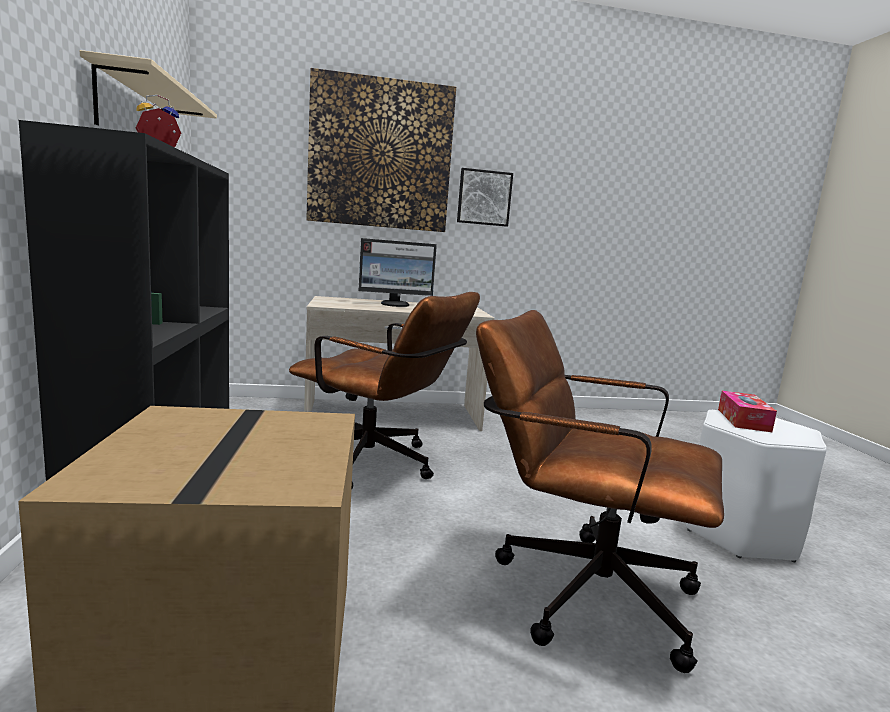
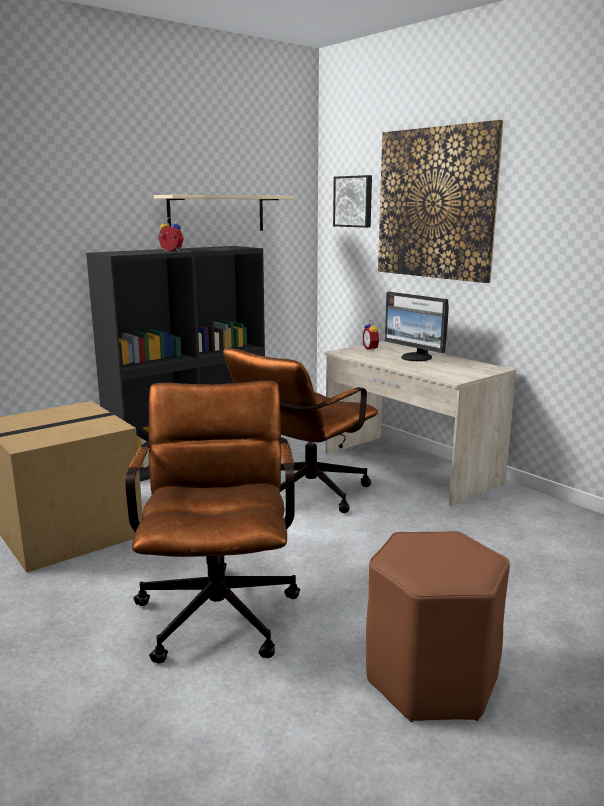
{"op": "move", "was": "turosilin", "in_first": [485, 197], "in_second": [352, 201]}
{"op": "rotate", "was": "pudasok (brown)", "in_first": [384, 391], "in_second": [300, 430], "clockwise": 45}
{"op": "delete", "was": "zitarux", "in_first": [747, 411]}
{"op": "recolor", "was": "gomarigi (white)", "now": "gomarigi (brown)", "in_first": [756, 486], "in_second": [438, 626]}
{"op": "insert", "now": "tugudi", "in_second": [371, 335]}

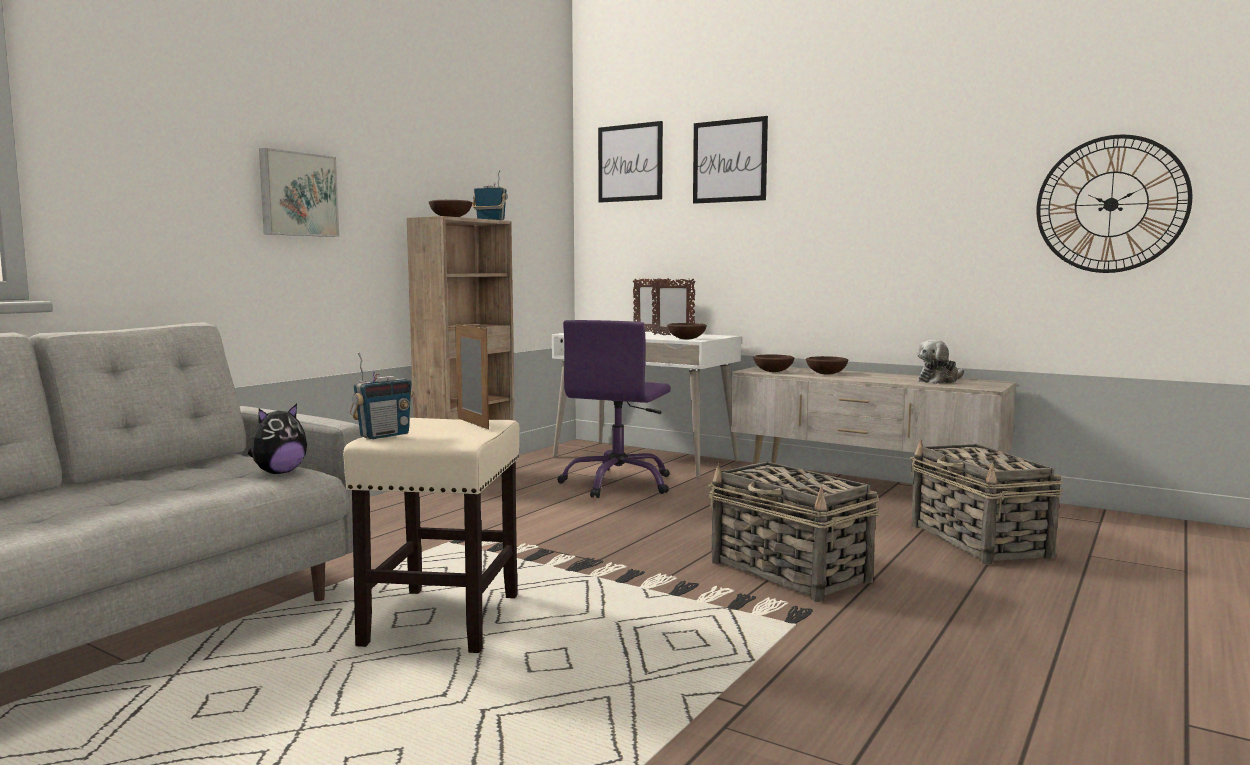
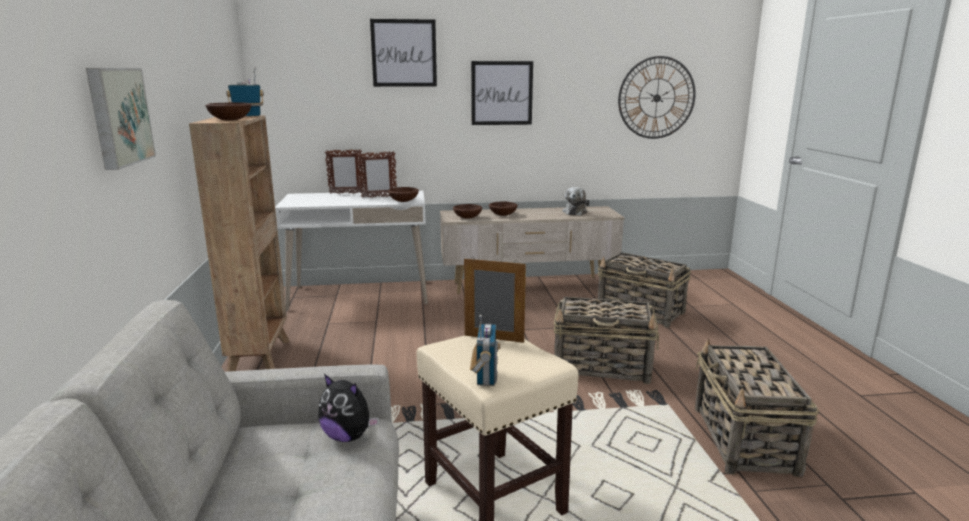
{"op": "move", "was": "turosilin", "in_first": [630, 162], "in_second": [502, 93]}
{"op": "delete", "was": "pudasok (purple)", "in_first": [614, 409]}
{"op": "rotate", "was": "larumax", "in_first": [277, 439], "in_second": [348, 408], "clockwise": 120}
{"op": "insert", "now": "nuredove", "in_second": [757, 408]}

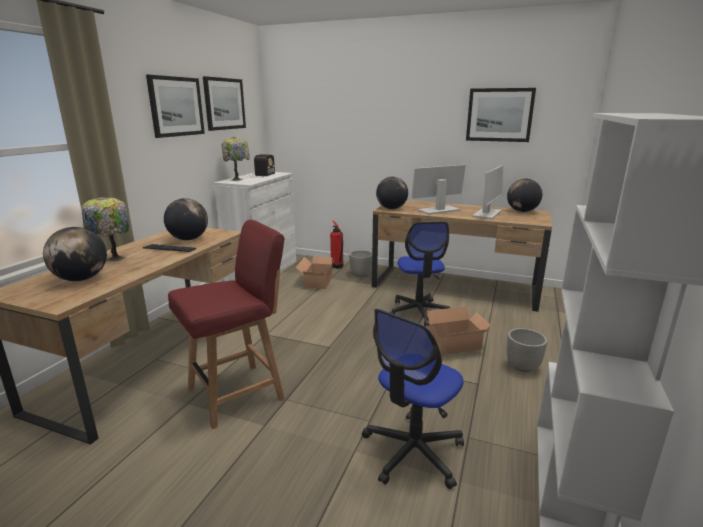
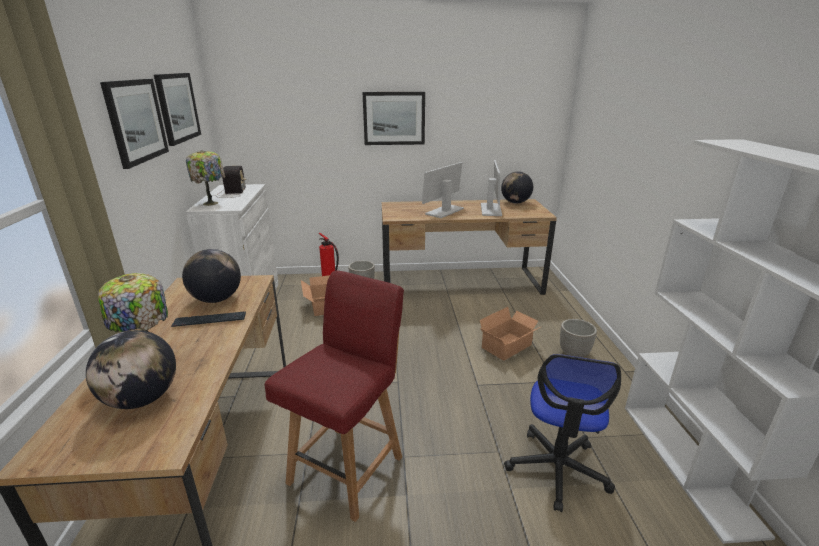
{"op": "move", "was": "turosilin", "in_first": [501, 115], "in_second": [393, 118]}
{"op": "delete", "was": "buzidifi", "in_first": [392, 193]}
{"op": "delete", "was": "pudasok", "in_first": [419, 273]}

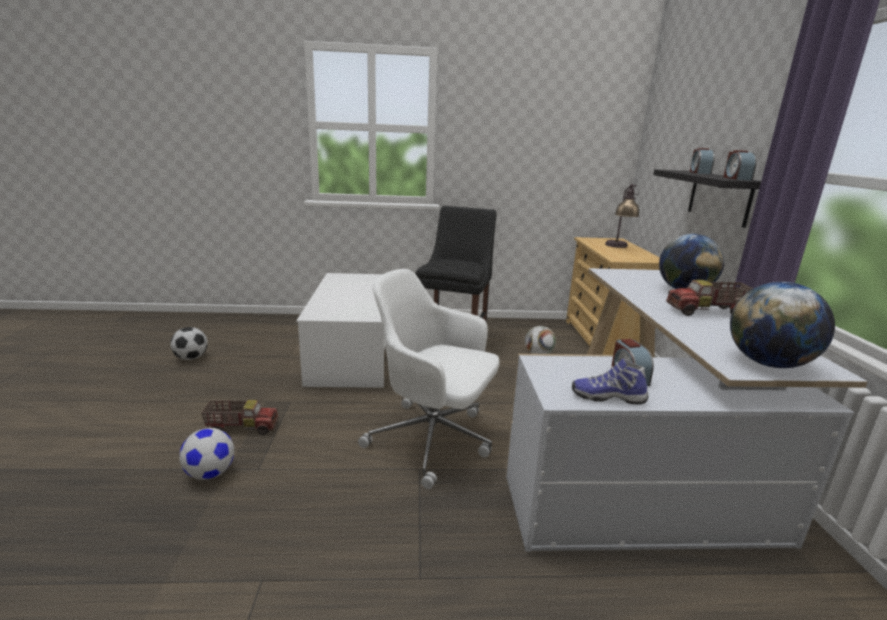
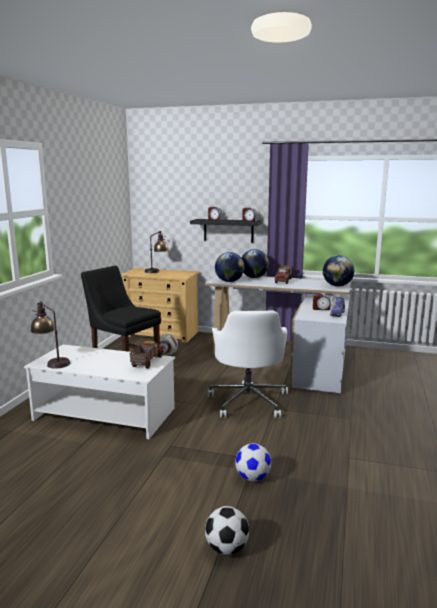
{"op": "rotate", "was": "pudasok (white)", "in_first": [429, 379], "in_second": [248, 364], "clockwise": -45}
{"op": "move", "was": "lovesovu", "in_first": [189, 343], "in_second": [227, 530]}
{"op": "move", "was": "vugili", "in_first": [240, 417], "in_second": [146, 355]}
{"op": "insert", "now": "buzidifi", "in_second": [230, 267]}
{"op": "insert", "now": "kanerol", "in_second": [50, 335]}

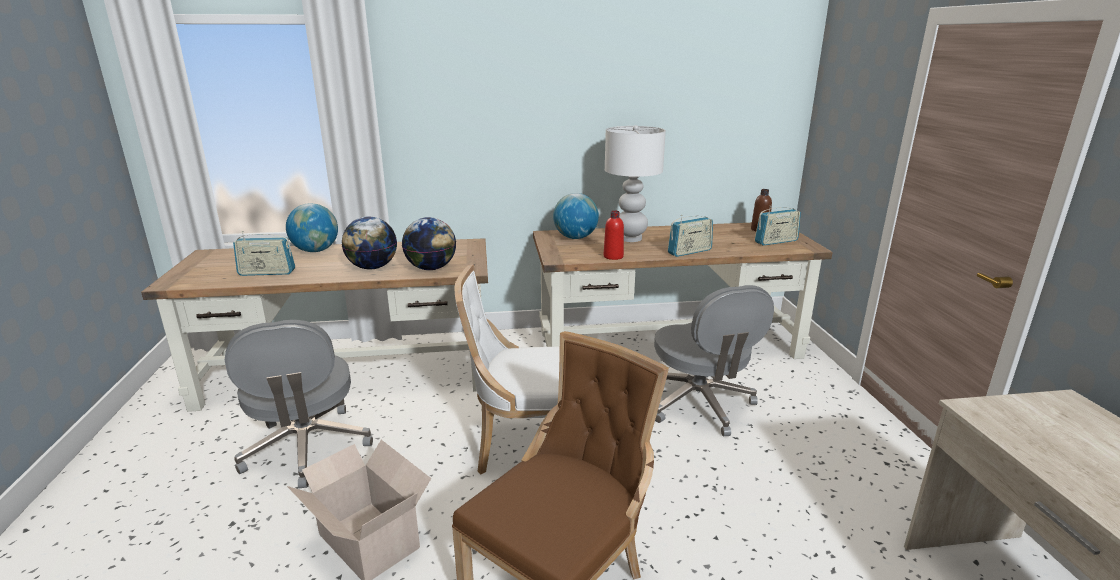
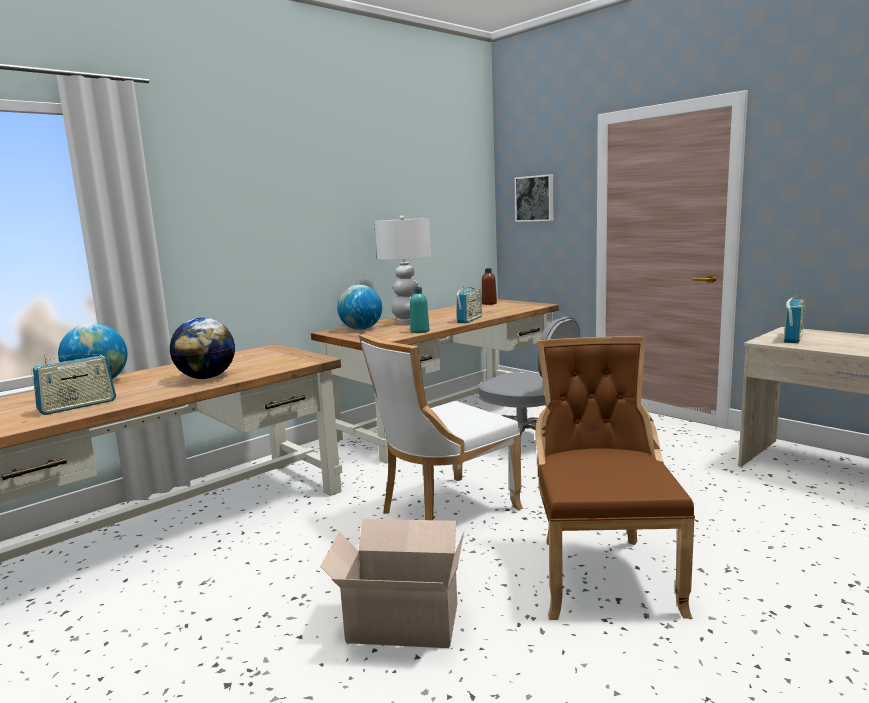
{"op": "move", "was": "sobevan", "in_first": [778, 225], "in_second": [794, 319]}
{"op": "recolor", "was": "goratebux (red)", "now": "goratebux (turquoise)", "in_first": [614, 235], "in_second": [419, 310]}
{"op": "delete", "was": "buzidifi", "in_first": [429, 243]}
{"op": "delete", "was": "pudasok (grey)", "in_first": [299, 404]}
{"op": "insert", "now": "turosilin", "in_second": [534, 198]}

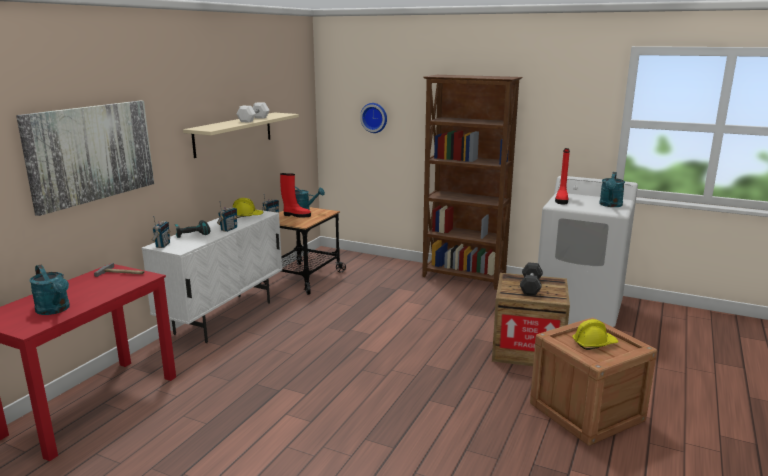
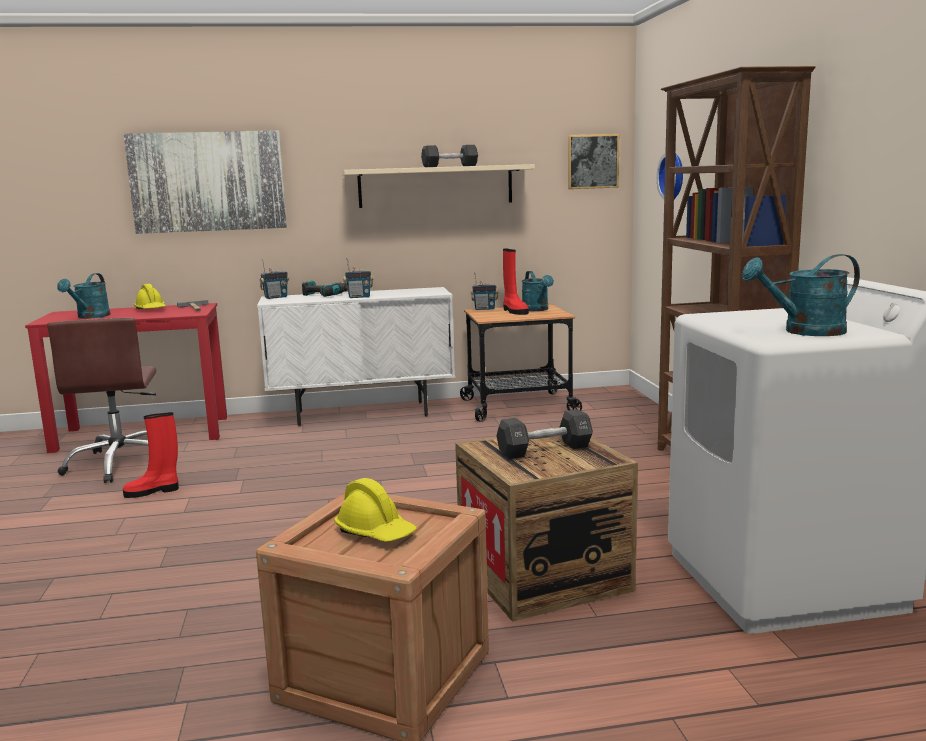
{"op": "recolor", "was": "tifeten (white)", "now": "tifeten (black)", "in_first": [253, 112], "in_second": [449, 156]}
{"op": "move", "was": "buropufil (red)", "in_first": [562, 176], "in_second": [151, 455]}
{"op": "move", "was": "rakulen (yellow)", "in_first": [248, 208], "in_second": [150, 296]}
{"op": "insert", "now": "turosilin", "in_second": [593, 161]}
{"op": "insert", "now": "pudasok (brown)", "in_second": [101, 400]}

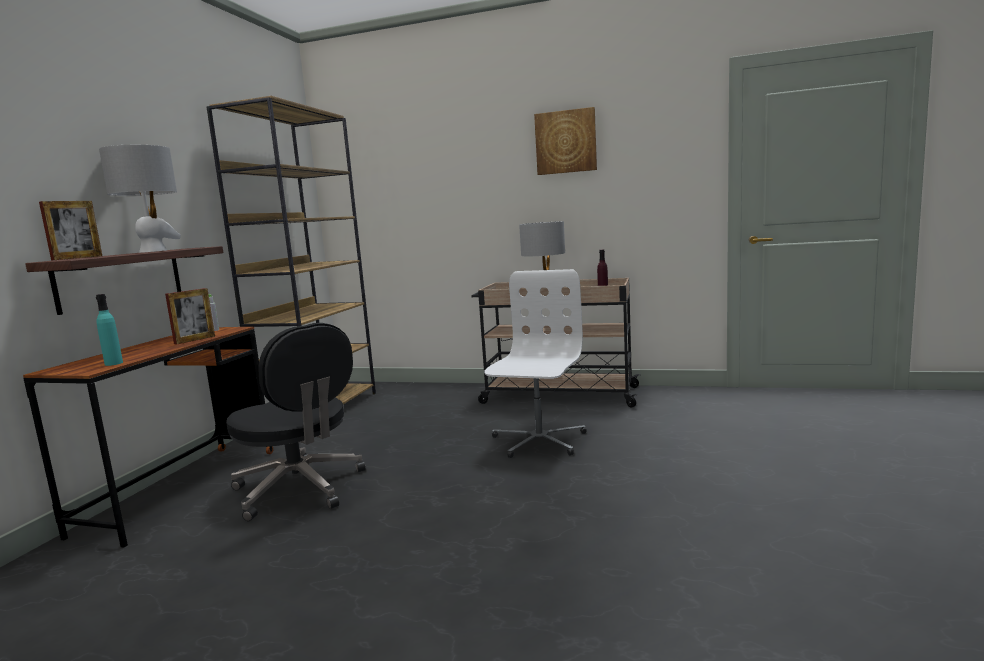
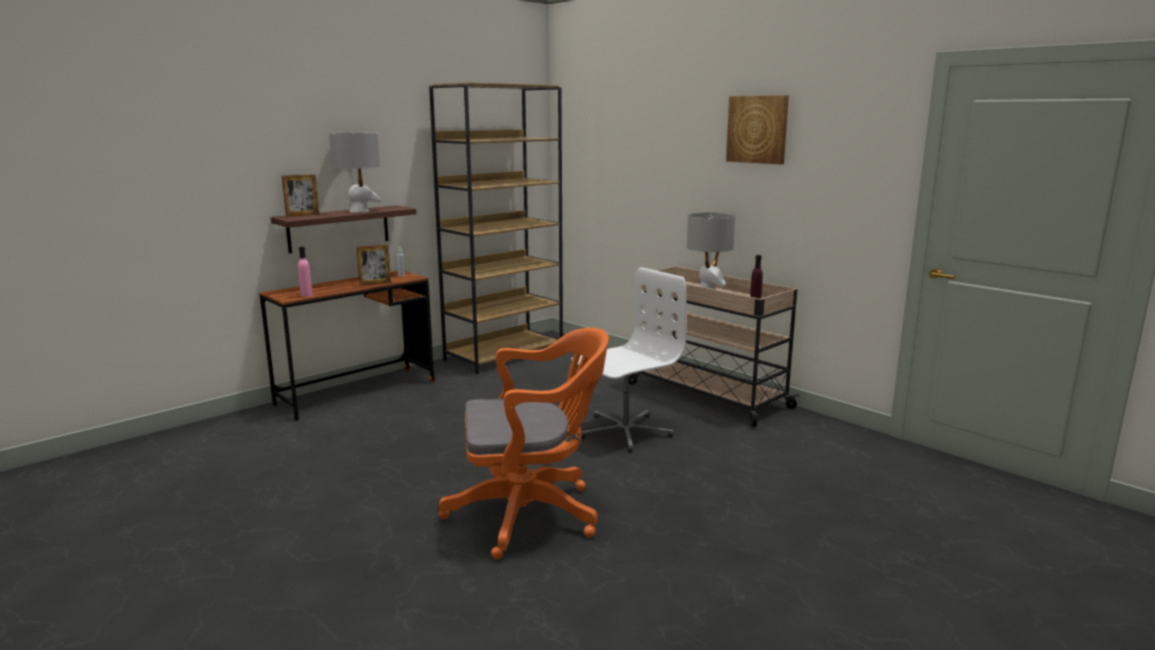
{"op": "recolor", "was": "goratebux (turquoise)", "now": "goratebux (pink)", "in_first": [109, 330], "in_second": [305, 271]}
{"op": "delete", "was": "pudasok (black)", "in_first": [295, 422]}
{"op": "insert", "now": "pudasok (orange)", "in_second": [524, 443]}

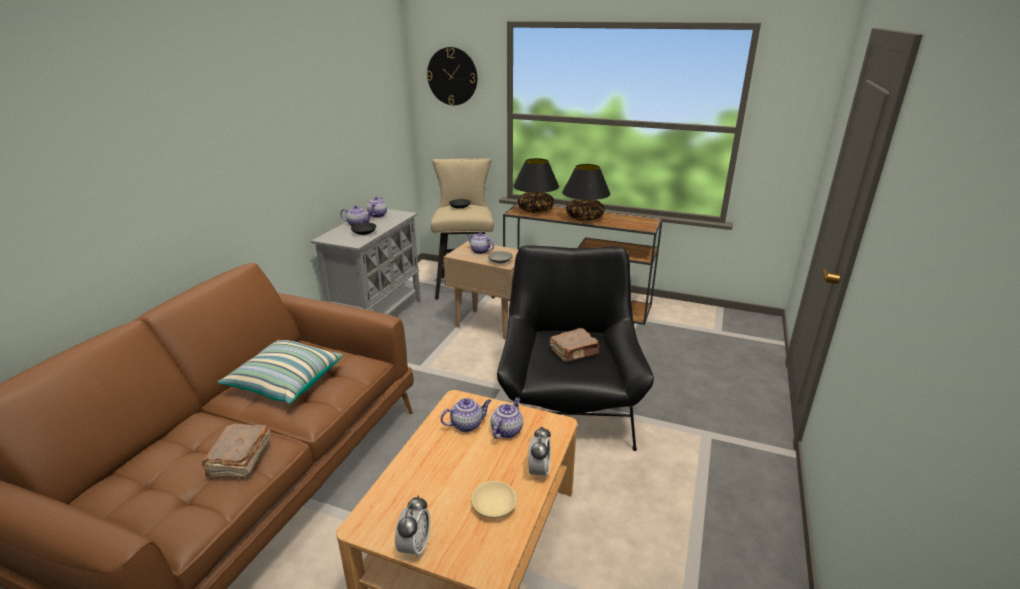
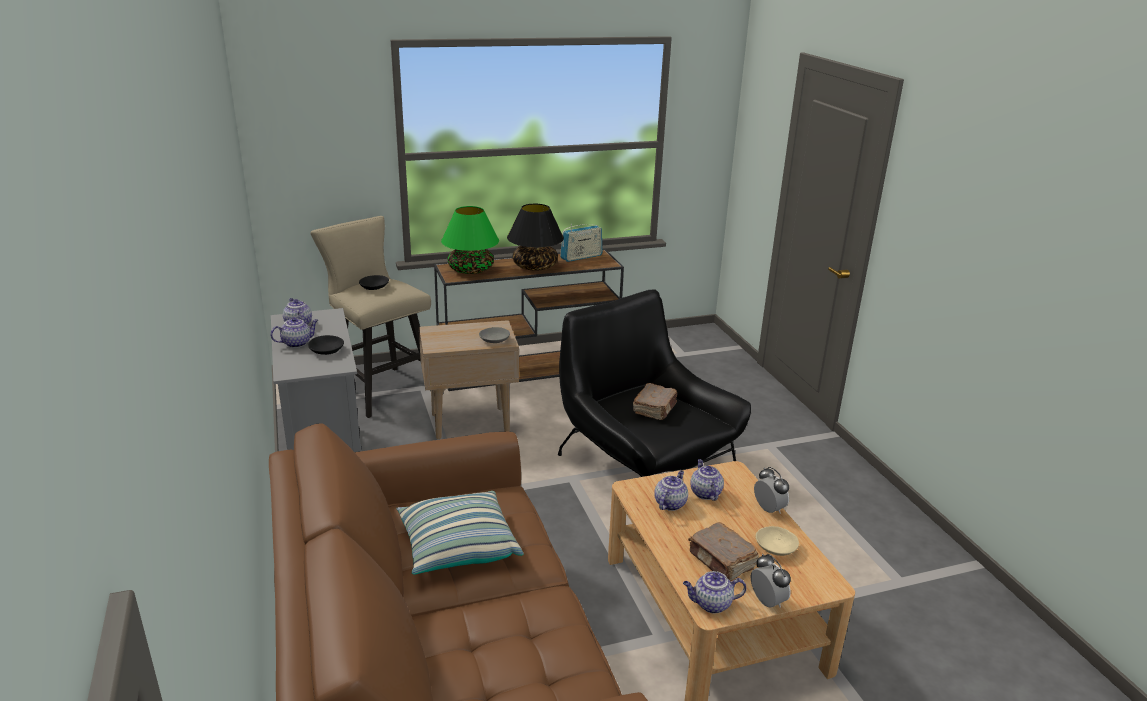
{"op": "delete", "was": "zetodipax", "in_first": [452, 76]}
{"op": "recolor", "was": "kanerol (black)", "now": "kanerol (green)", "in_first": [536, 185], "in_second": [470, 240]}
{"op": "move", "was": "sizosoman", "in_first": [480, 243], "in_second": [714, 592]}
{"op": "move", "was": "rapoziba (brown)", "in_first": [236, 451], "in_second": [723, 551]}
{"op": "insert", "now": "sobevan", "in_second": [581, 243]}

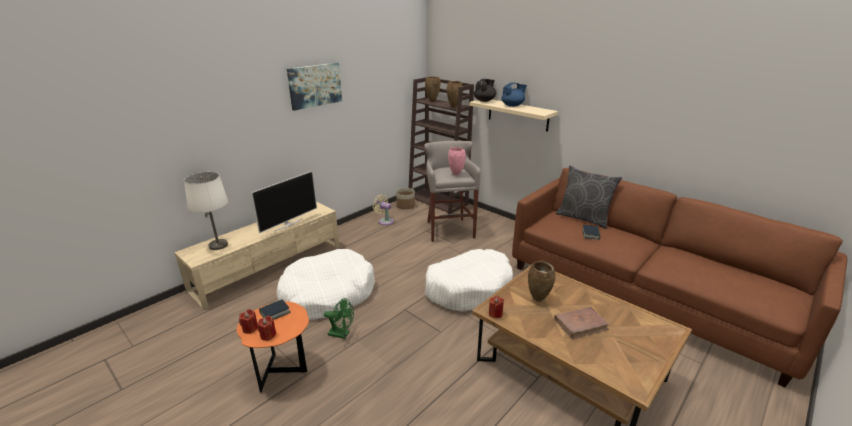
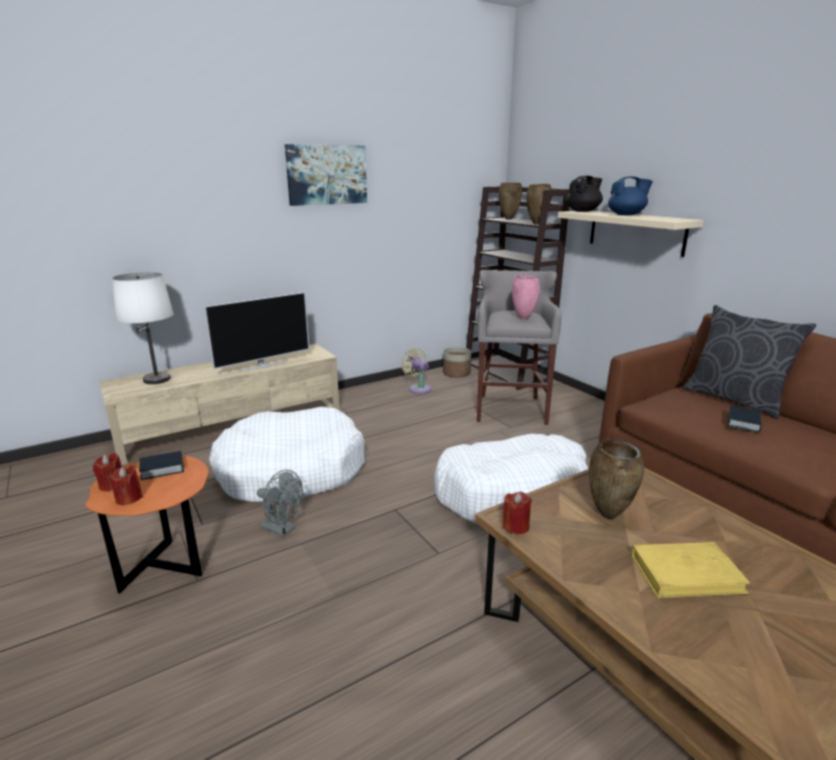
{"op": "recolor", "was": "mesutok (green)", "now": "mesutok (grey)", "in_first": [339, 318], "in_second": [280, 503]}
{"op": "recolor", "was": "rapoziba (brown)", "now": "rapoziba (yellow)", "in_first": [581, 323], "in_second": [690, 570]}

